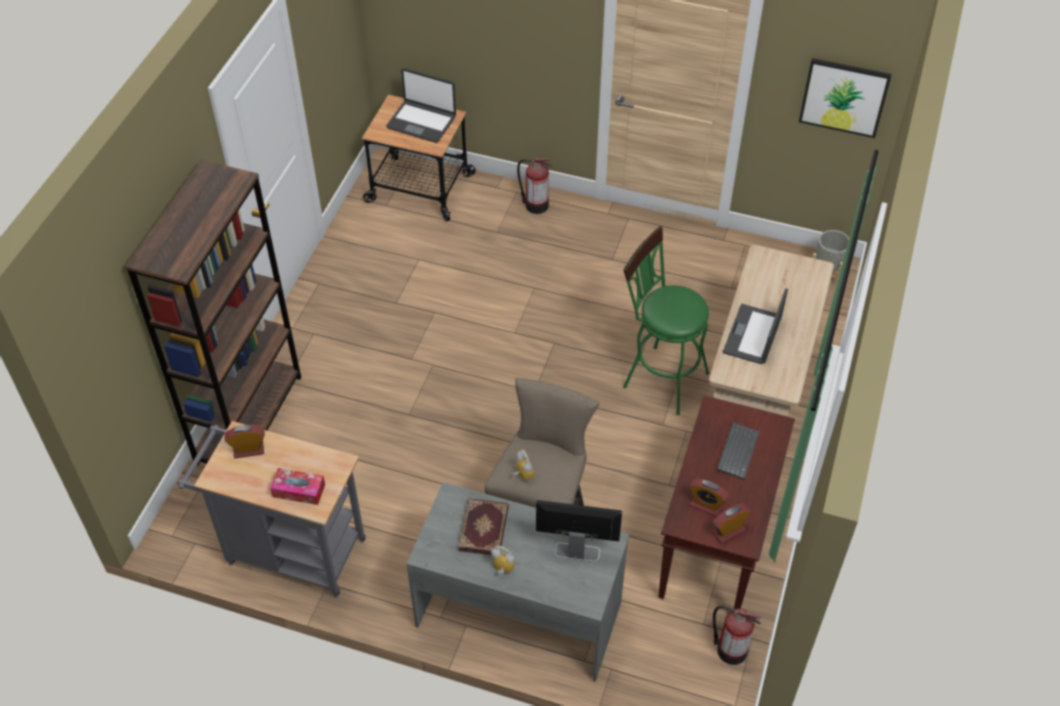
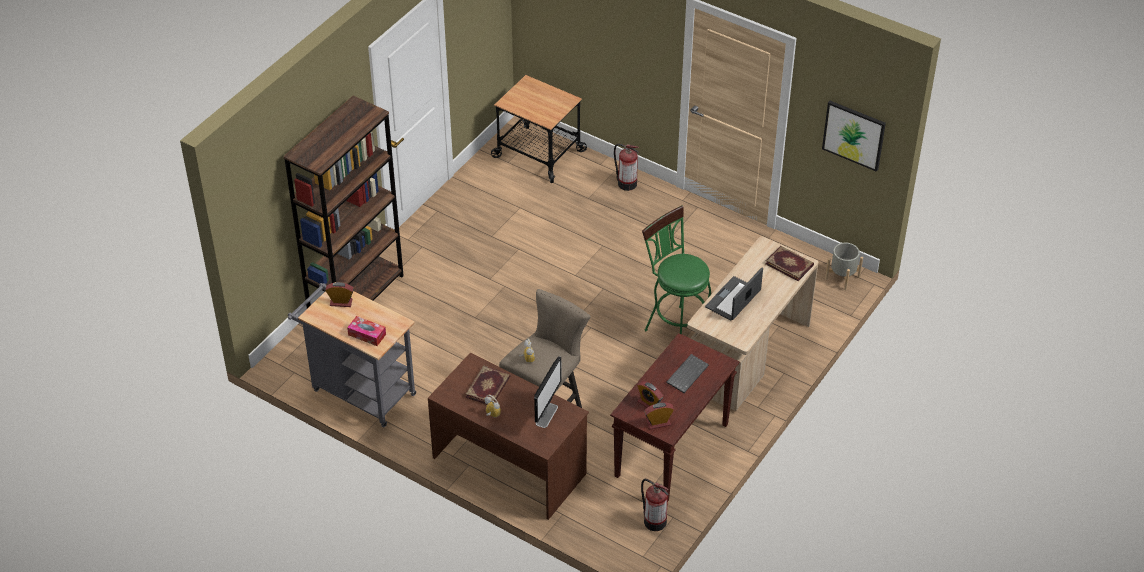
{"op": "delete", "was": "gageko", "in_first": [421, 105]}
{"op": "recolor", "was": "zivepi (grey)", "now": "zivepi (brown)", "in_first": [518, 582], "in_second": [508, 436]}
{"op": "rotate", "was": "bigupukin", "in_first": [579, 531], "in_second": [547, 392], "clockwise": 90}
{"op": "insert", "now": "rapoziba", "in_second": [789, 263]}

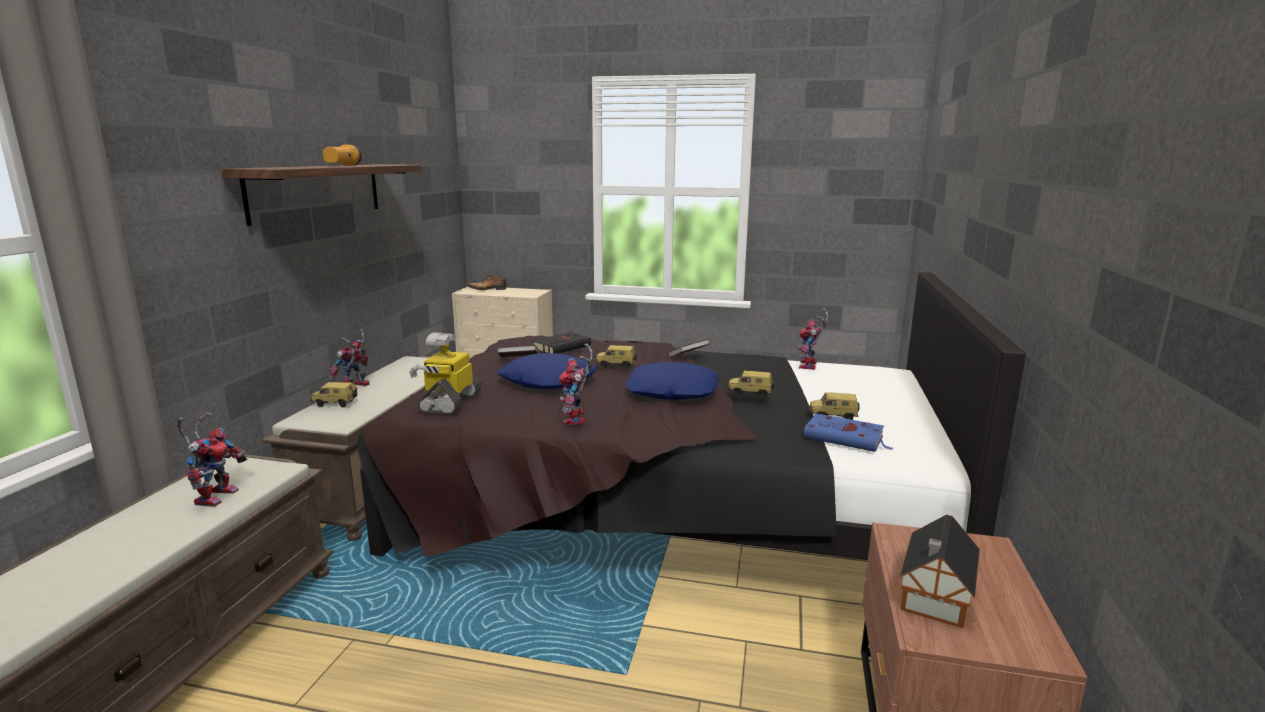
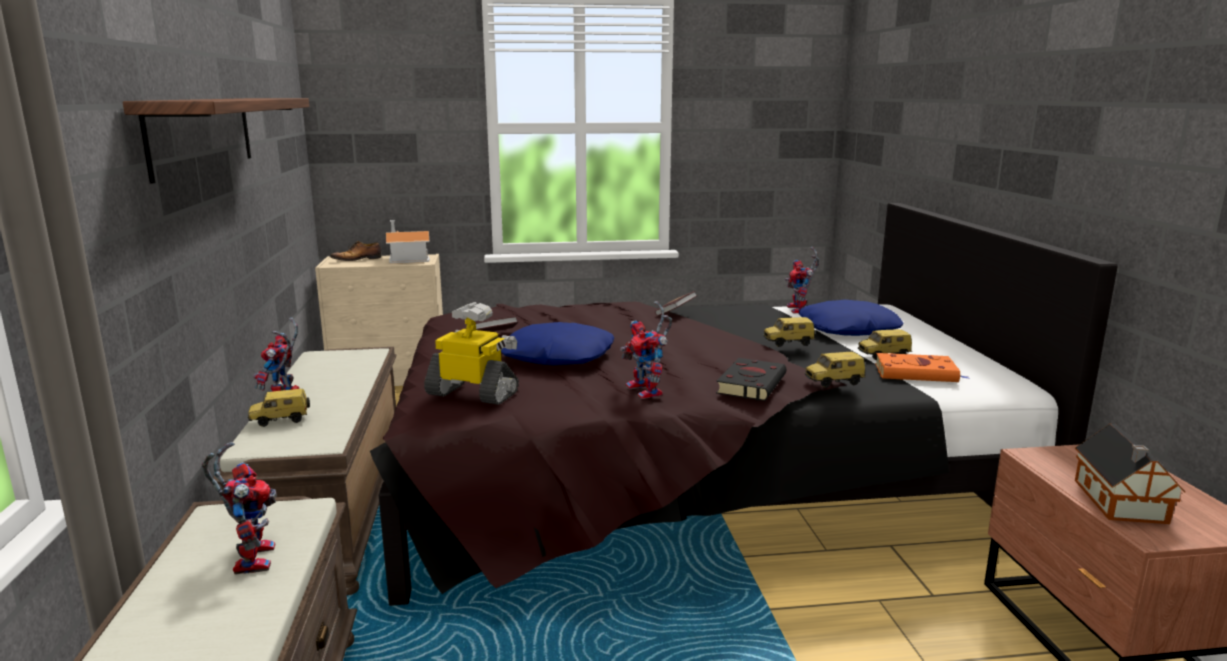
{"op": "delete", "was": "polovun", "in_first": [342, 155]}
{"op": "move", "was": "rapoziba (black)", "in_first": [562, 342], "in_second": [751, 379]}
{"op": "rotate", "was": "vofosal", "in_first": [445, 374], "in_second": [471, 353], "clockwise": 120}
{"op": "move", "was": "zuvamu", "in_first": [616, 357], "in_second": [835, 370]}
{"op": "move", "was": "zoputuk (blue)", "in_first": [672, 381], "in_second": [851, 318]}
{"op": "recolor", "was": "rapoziba (blue)", "now": "rapoziba (orange)", "in_first": [848, 432], "in_second": [923, 367]}
{"op": "insert", "now": "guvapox", "in_second": [408, 242]}

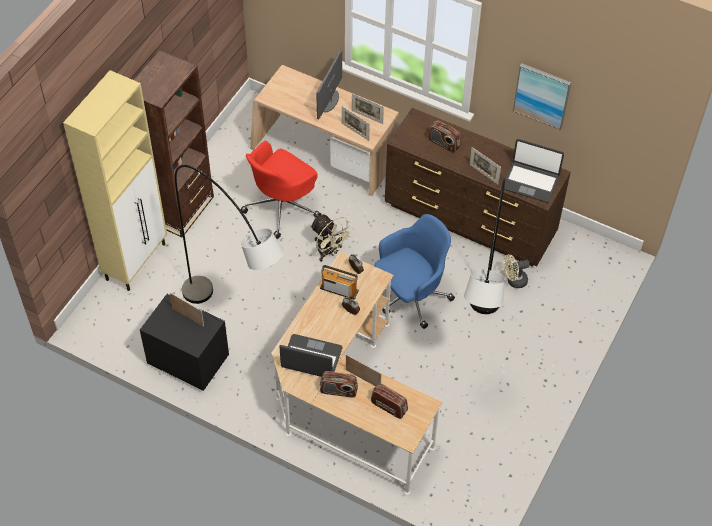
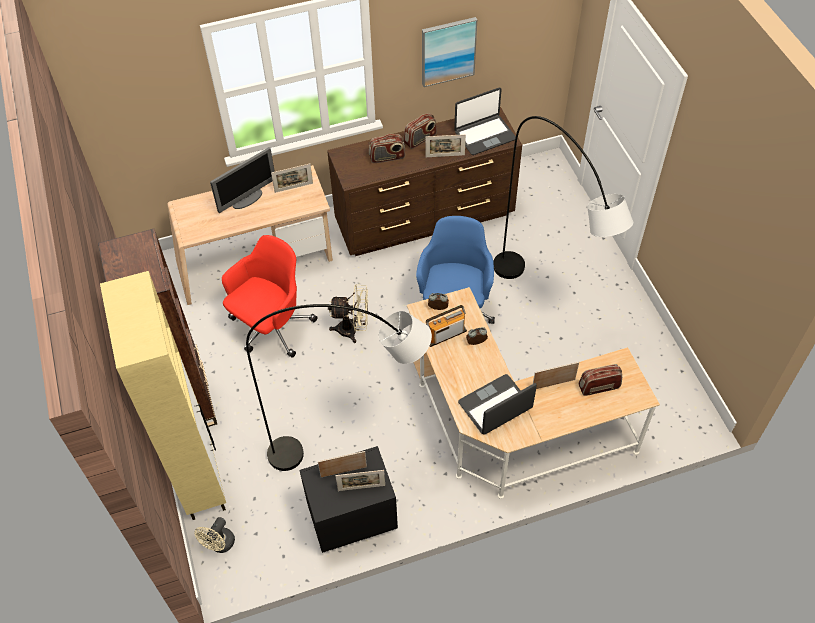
{"op": "rotate", "was": "bigupukin", "in_first": [329, 84], "in_second": [242, 180], "clockwise": -105}
{"op": "move", "was": "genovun", "in_first": [356, 123], "in_second": [360, 480]}
{"op": "rotate", "was": "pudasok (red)", "in_first": [281, 190], "in_second": [270, 296], "clockwise": -135}
{"op": "move", "was": "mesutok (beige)", "in_first": [516, 271], "in_second": [214, 535]}
{"op": "move", "was": "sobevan", "in_first": [339, 384], "in_second": [420, 131]}

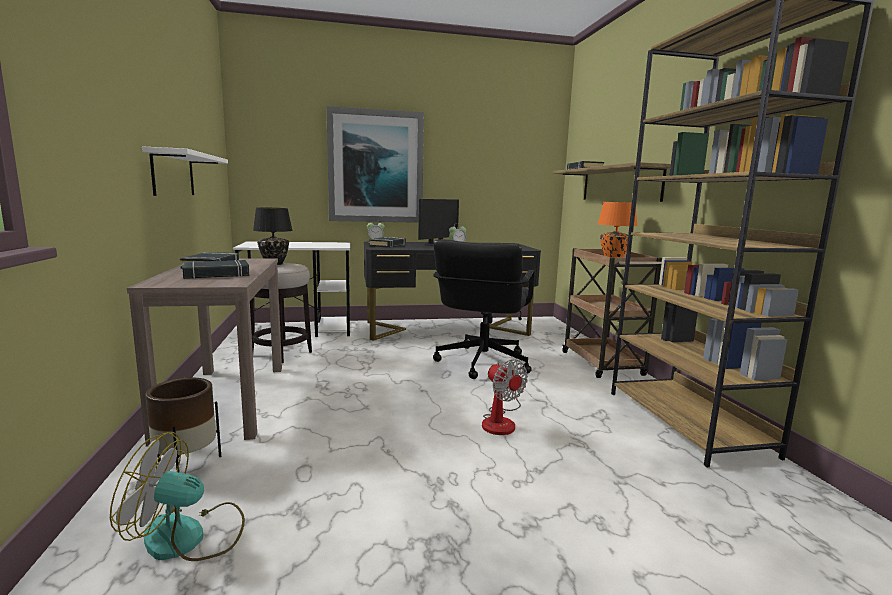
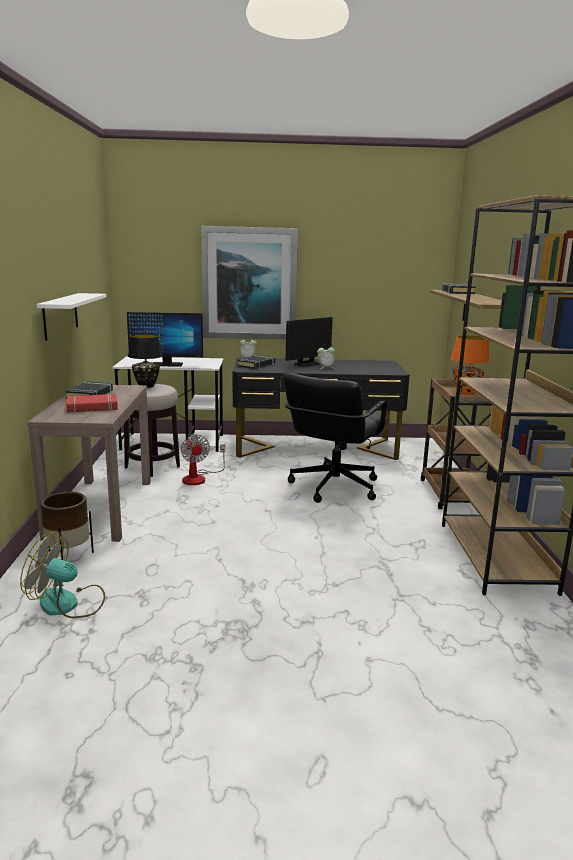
{"op": "recolor", "was": "rapoziba (black)", "now": "rapoziba (red)", "in_first": [215, 269], "in_second": [92, 403]}
{"op": "move", "was": "mesutok", "in_first": [505, 397], "in_second": [203, 459]}
{"op": "insert", "now": "bigupukin", "in_second": [165, 339]}

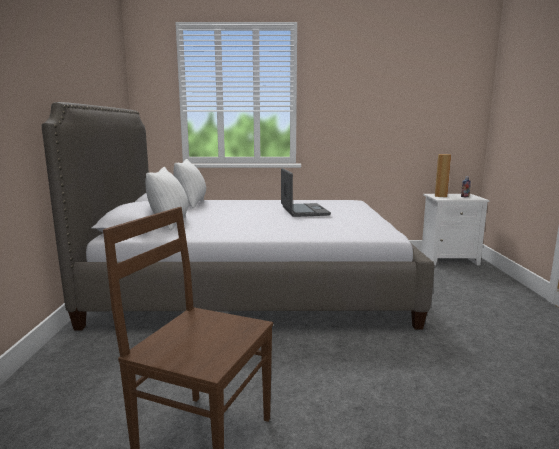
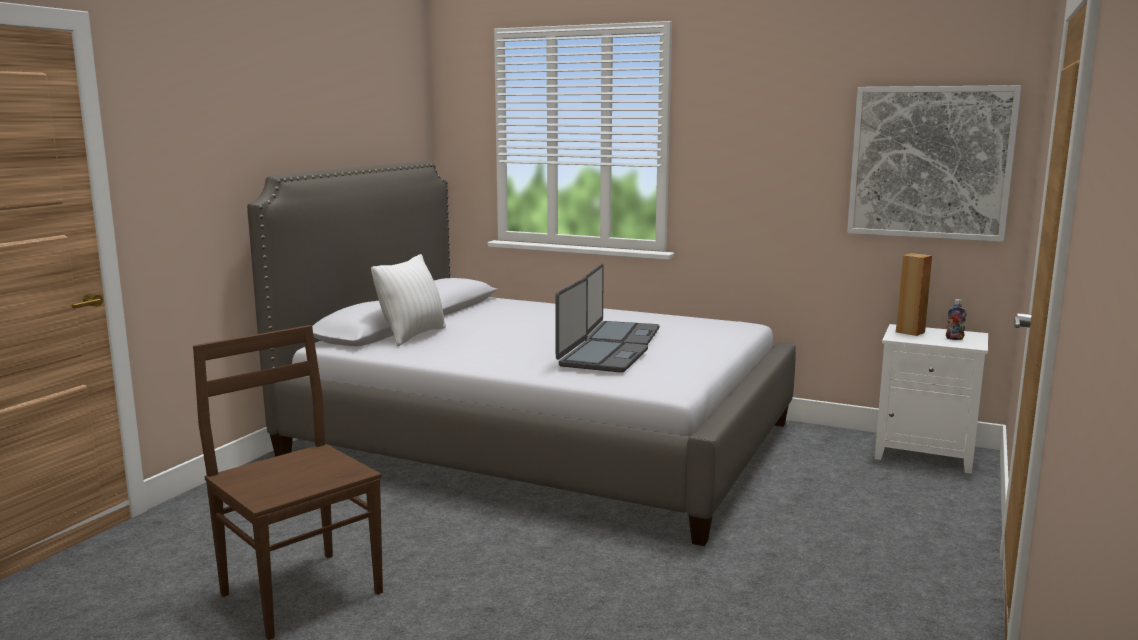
{"op": "delete", "was": "zoputuk (white)", "in_first": [190, 183]}
{"op": "insert", "now": "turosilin", "in_second": [934, 163]}
{"op": "insert", "now": "gageko", "in_second": [601, 325]}

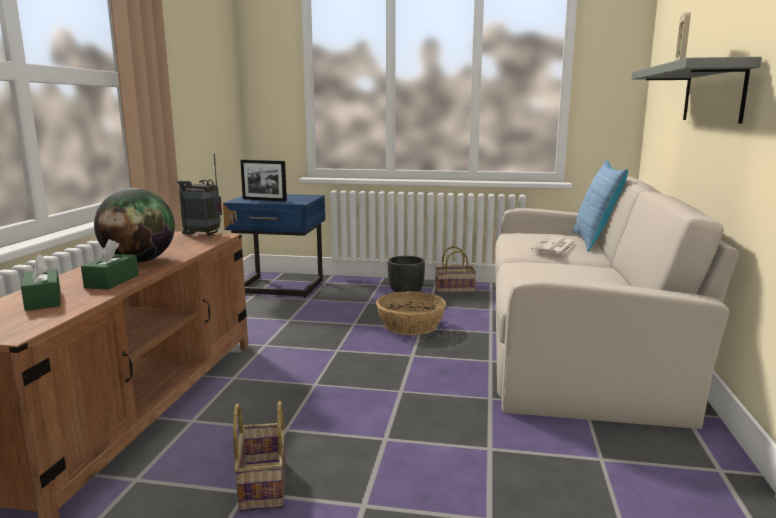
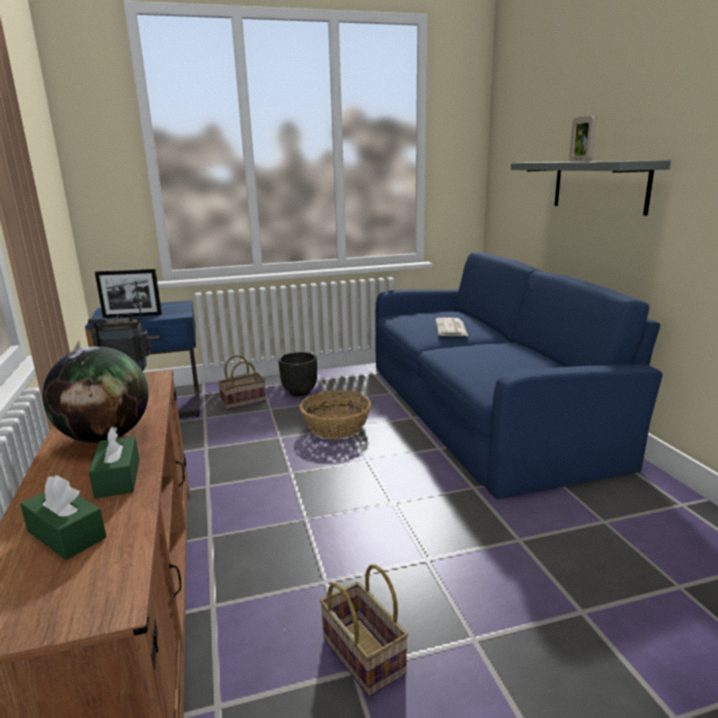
{"op": "delete", "was": "zoputuk", "in_first": [600, 205]}
{"op": "recolor", "was": "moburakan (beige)", "now": "moburakan (blue)", "in_first": [617, 302], "in_second": [519, 375]}
{"op": "move", "was": "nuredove", "in_first": [455, 270], "in_second": [242, 382]}

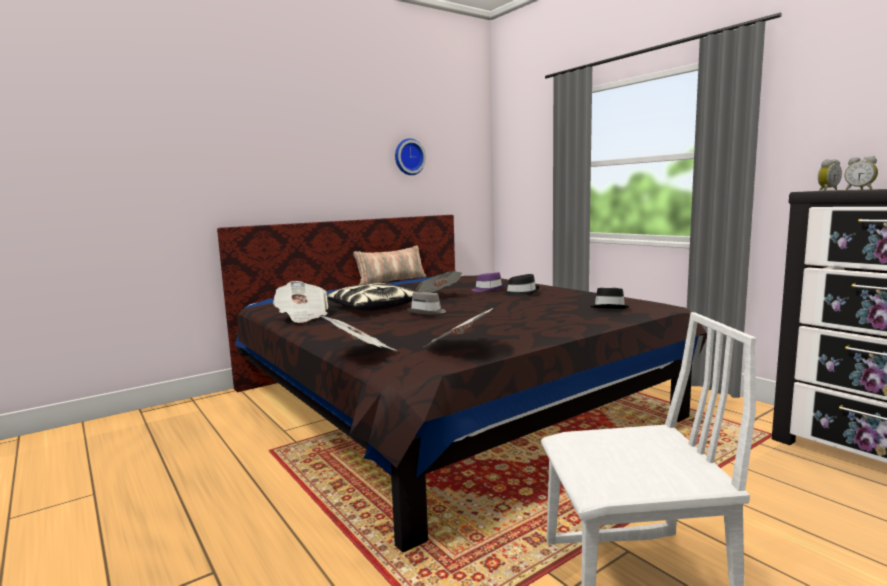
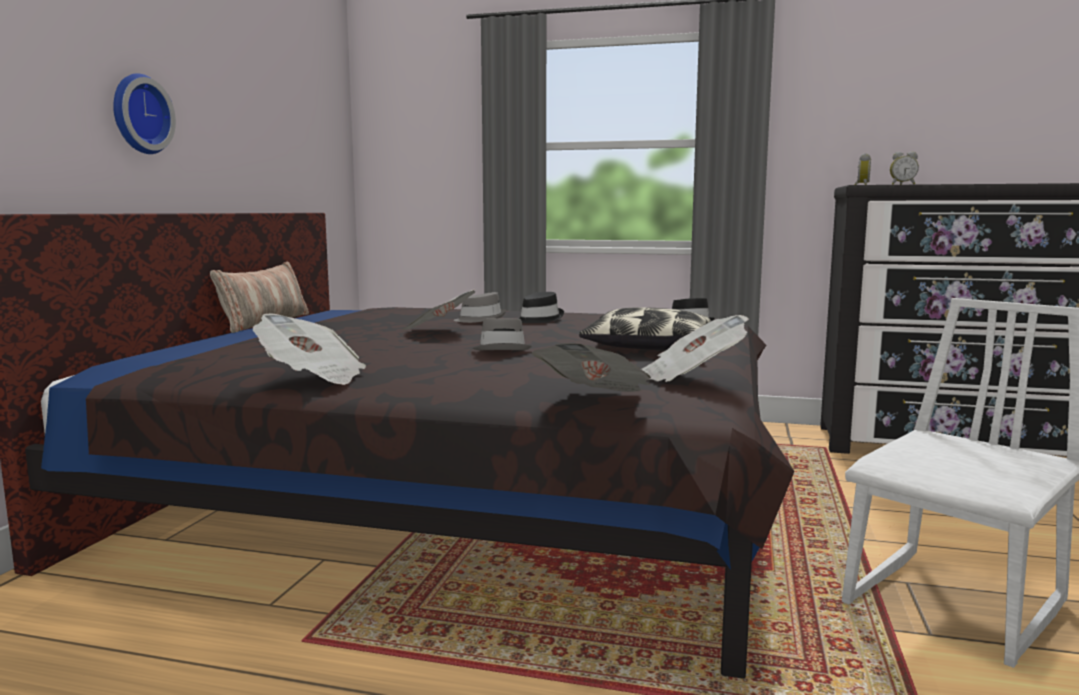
{"op": "move", "was": "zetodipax", "in_first": [410, 156], "in_second": [144, 113]}
{"op": "recolor", "was": "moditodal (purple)", "now": "moditodal (grey)", "in_first": [488, 282], "in_second": [480, 307]}
{"op": "move", "was": "zoputuk", "in_first": [370, 297], "in_second": [645, 328]}

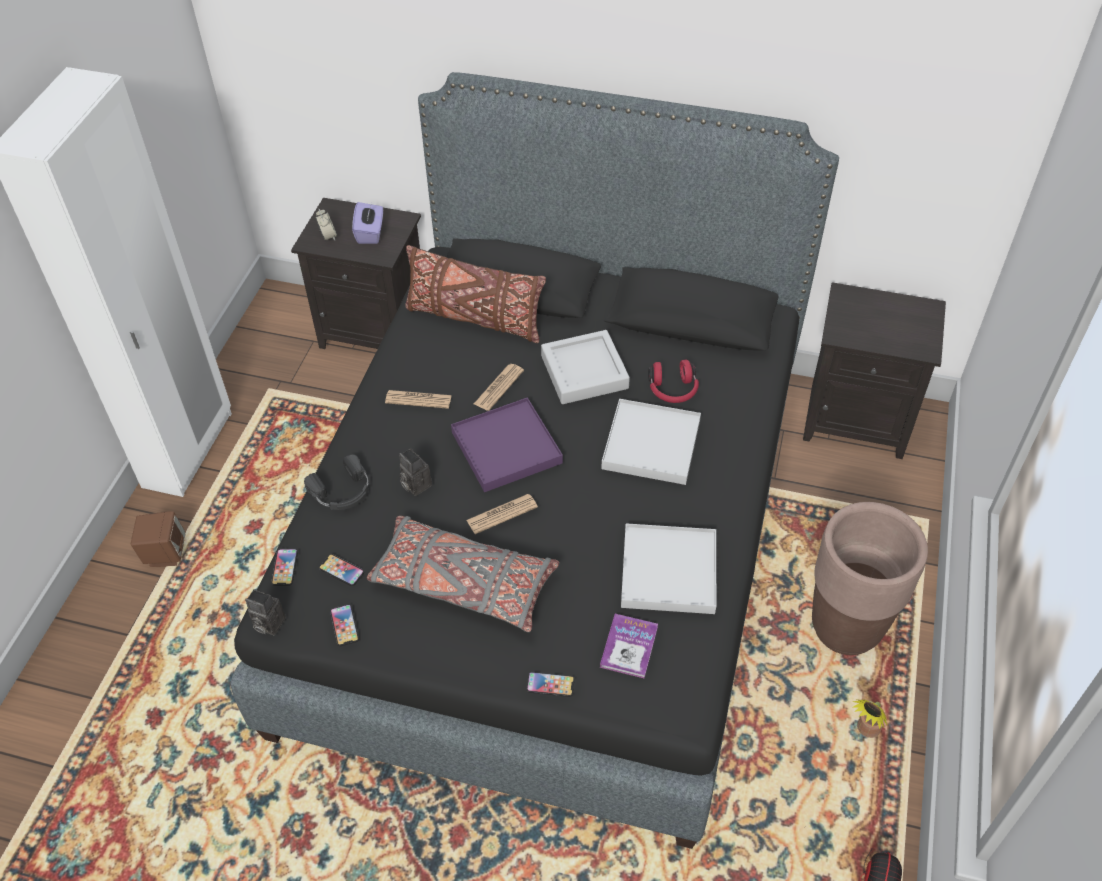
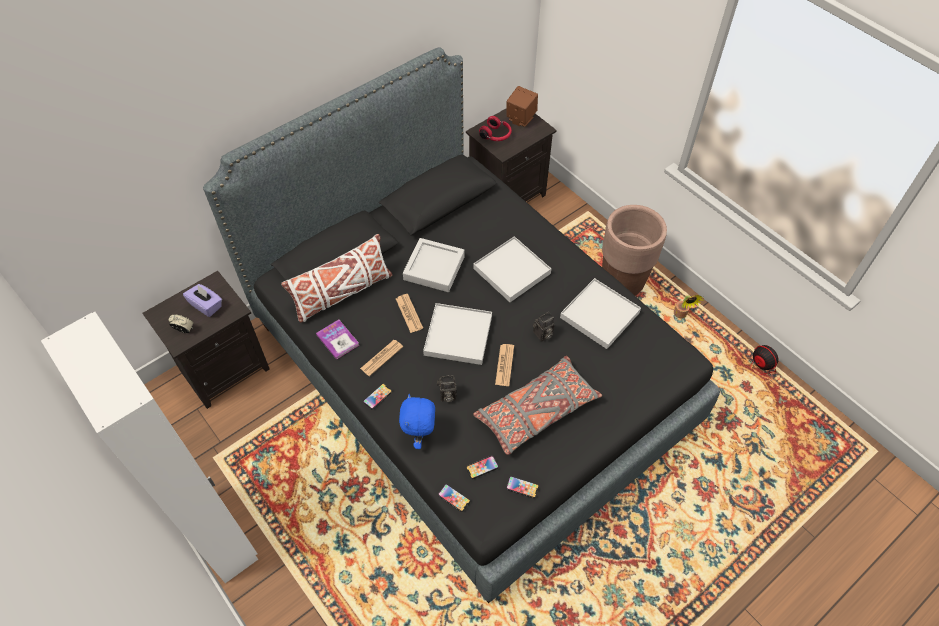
{"op": "recolor", "was": "zoputuk (brown)", "now": "zoputuk (white)", "in_first": [475, 294], "in_second": [336, 278]}
{"op": "move", "was": "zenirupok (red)", "in_first": [673, 381], "in_second": [495, 128]}
{"op": "recolor", "was": "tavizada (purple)", "now": "tavizada (white)", "in_first": [507, 444], "in_second": [457, 334]}
{"op": "replace", "was": "zenirupok (black)", "now": "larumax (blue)", "in_first": [336, 482], "in_second": [417, 421]}
{"op": "move", "was": "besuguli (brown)", "in_first": [158, 539], "in_second": [522, 106]}
{"op": "move", "was": "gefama", "in_first": [265, 612], "in_second": [544, 326]}
{"op": "move", "was": "rapoziba", "in_first": [629, 646], "in_second": [337, 339]}
{"op": "move", "was": "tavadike", "in_first": [550, 684], "in_second": [377, 396]}

